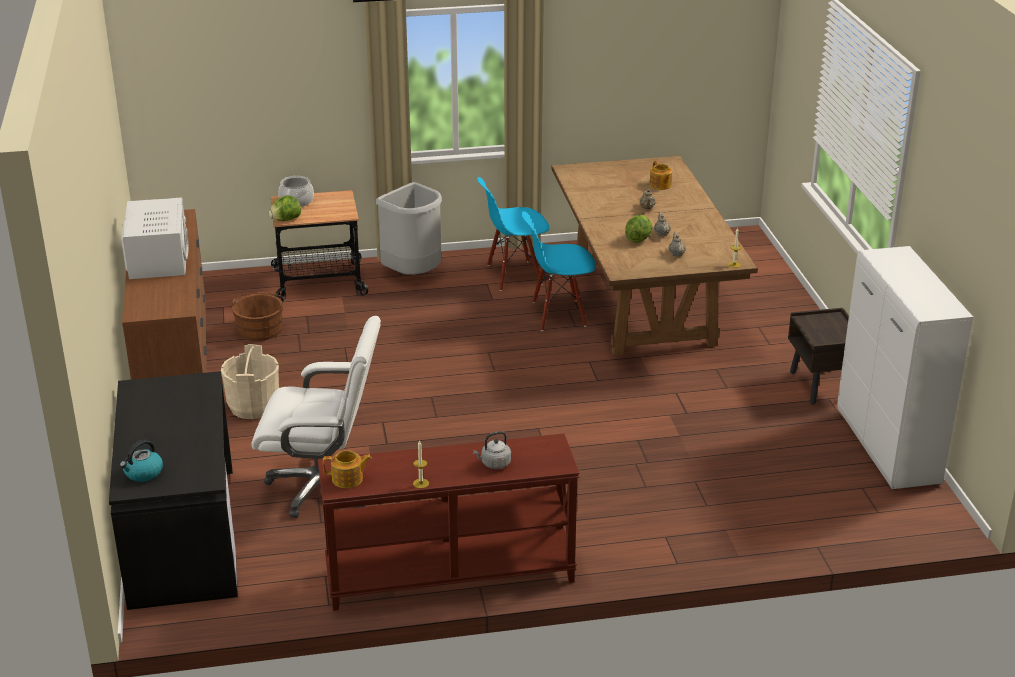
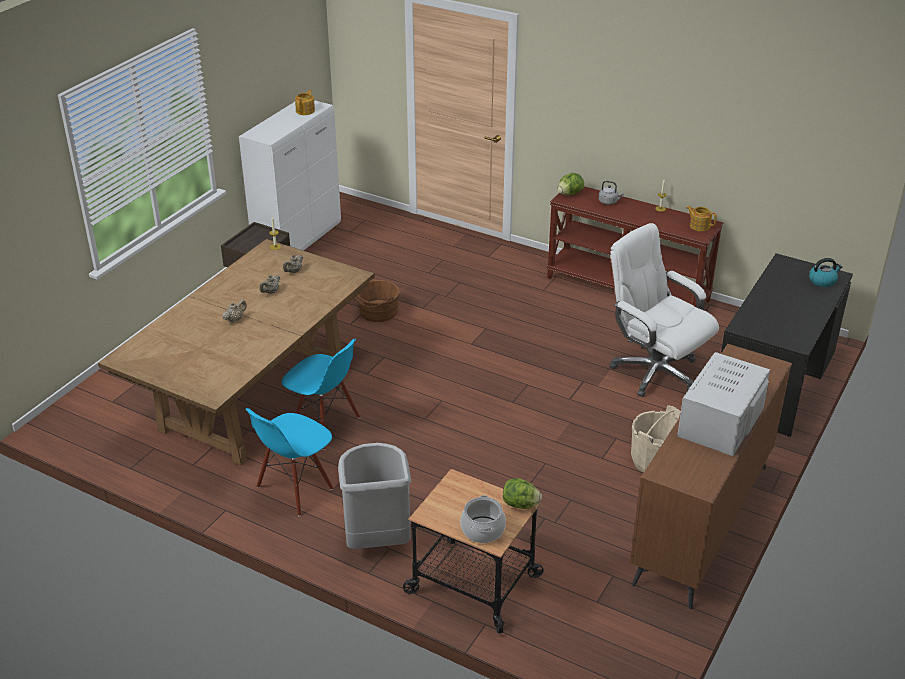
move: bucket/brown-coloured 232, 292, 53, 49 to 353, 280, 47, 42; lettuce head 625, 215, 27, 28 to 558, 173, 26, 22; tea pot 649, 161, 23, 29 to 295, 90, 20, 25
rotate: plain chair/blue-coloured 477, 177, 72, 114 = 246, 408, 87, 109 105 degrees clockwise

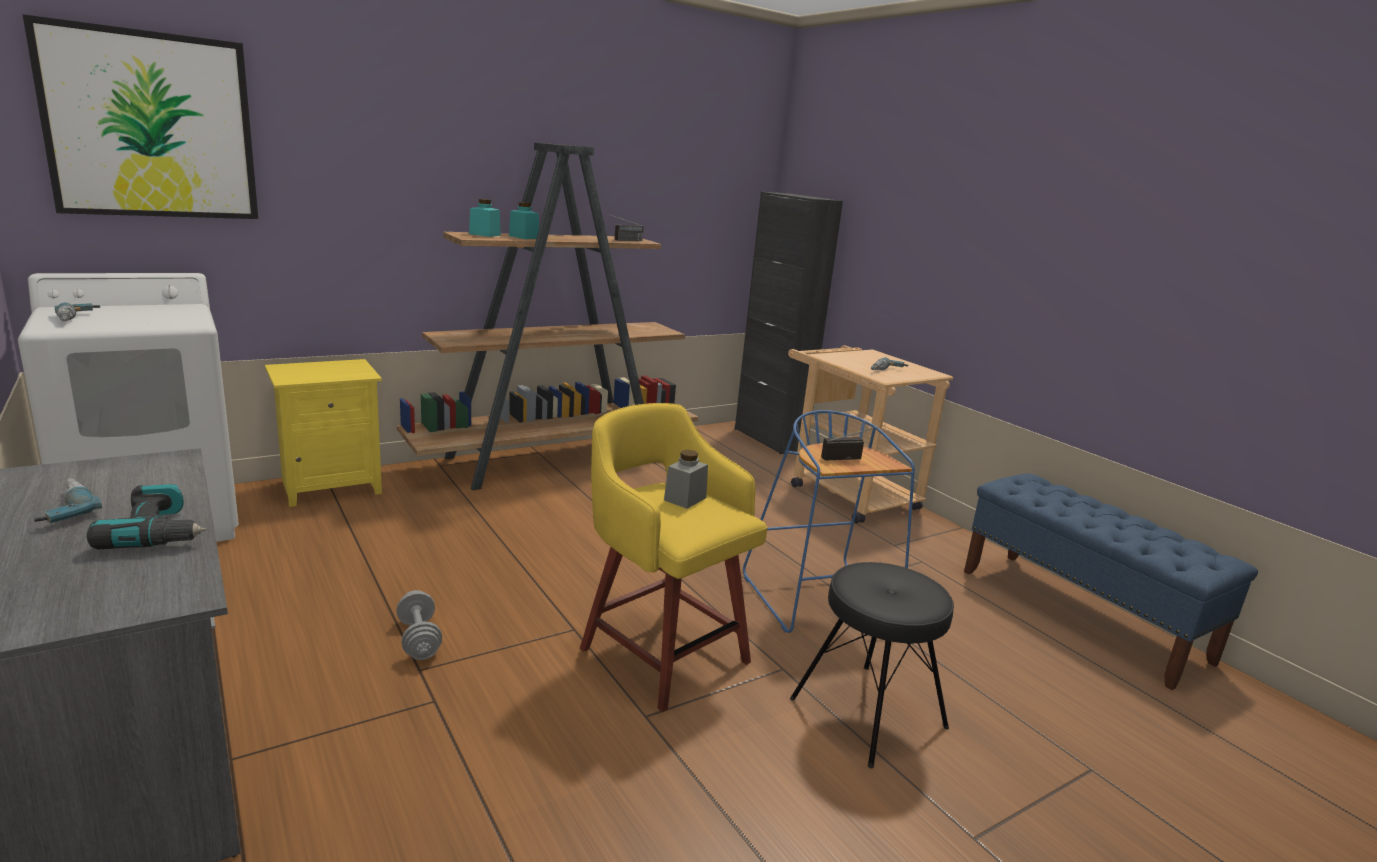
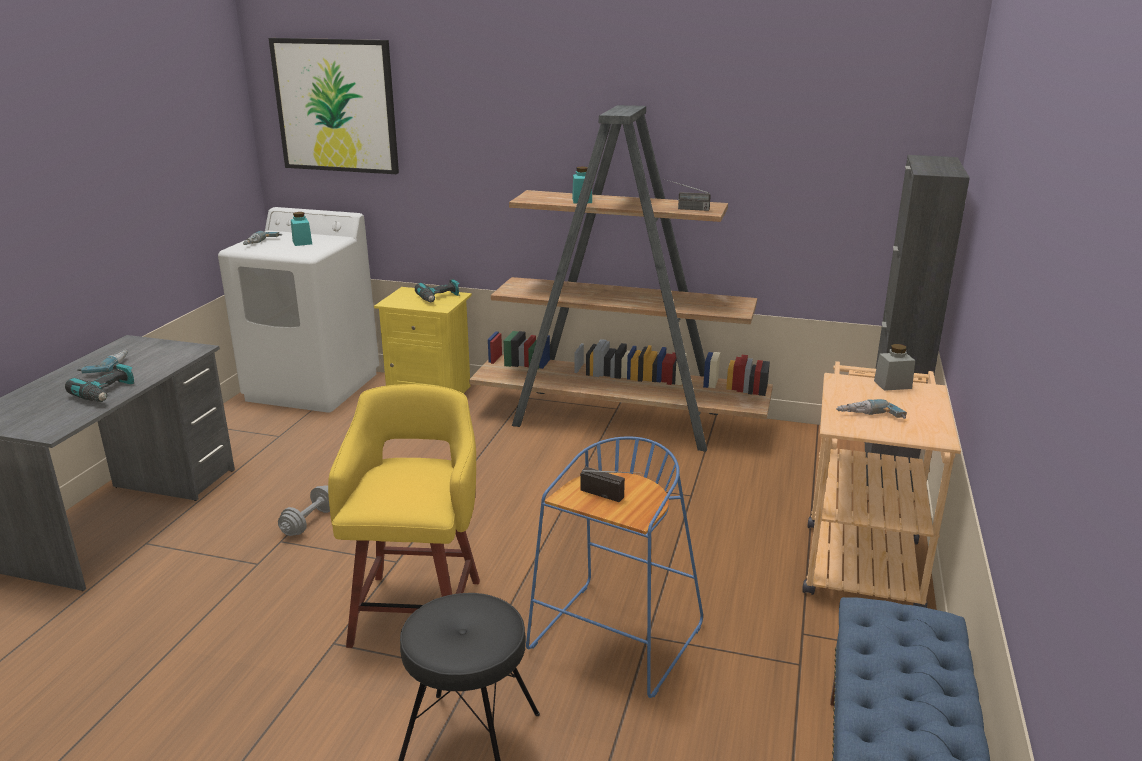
insert: power drill 415, 279, 45, 23
move: preserve jar/blue-green 469, 199, 32, 38 to 291, 212, 21, 34; preserve jar/grey 664, 450, 44, 59 to 874, 344, 41, 47

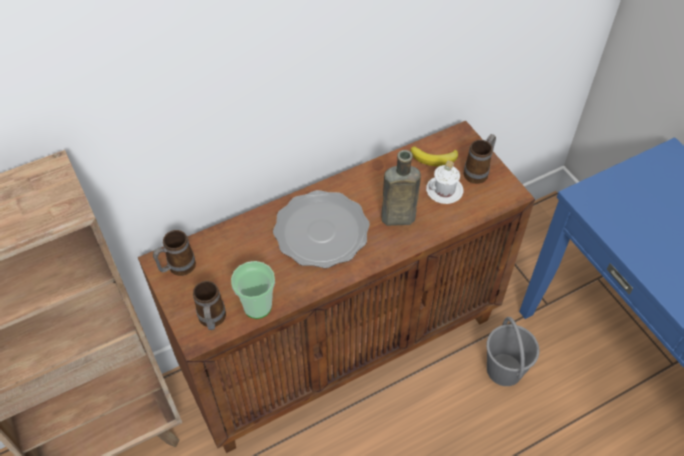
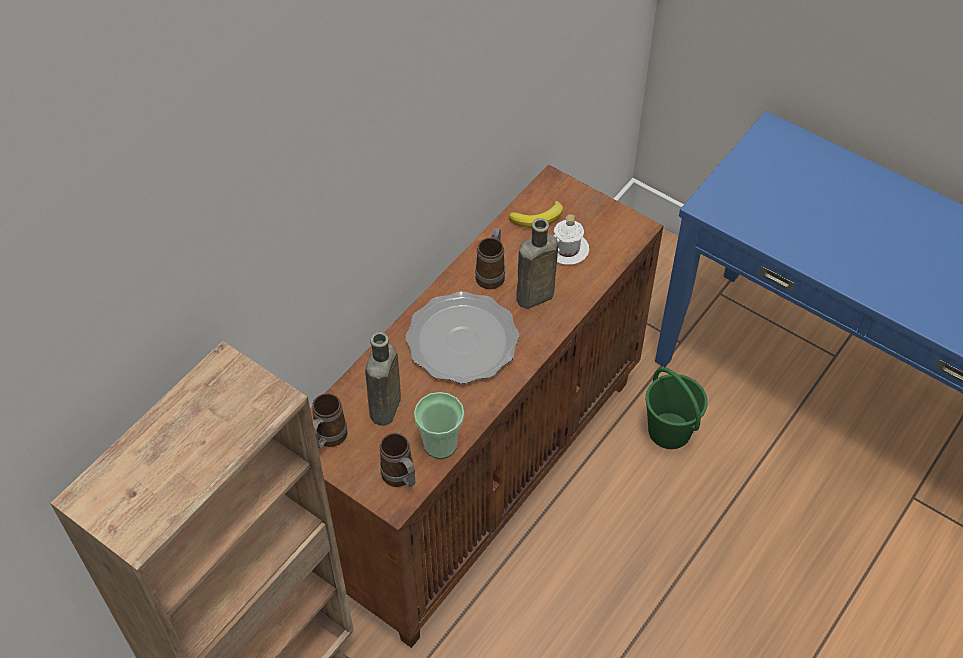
insert: drink bottle/brown-coloured 365, 332, 36, 94
move: tea mug 464, 134, 32, 50 to 475, 227, 30, 62
recolor: bucket/grey 486, 317, 53, 69 to bucket/green-coloured 646, 367, 62, 82

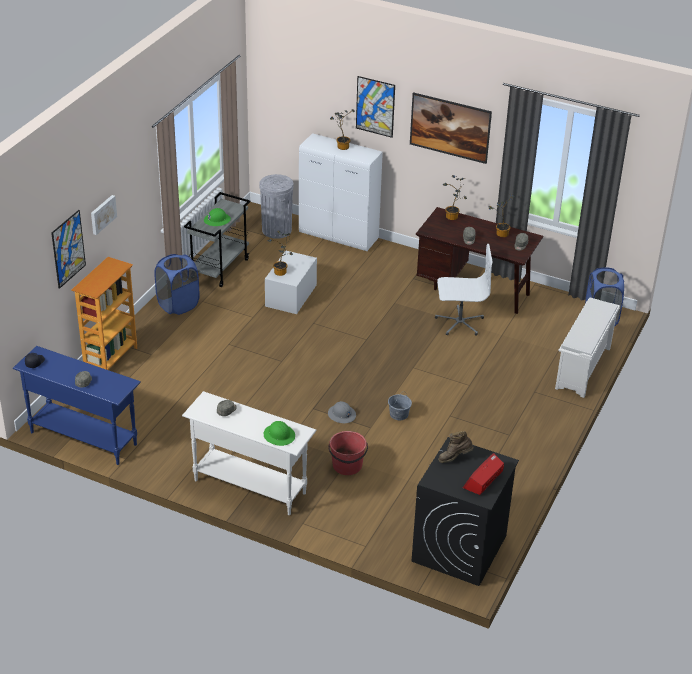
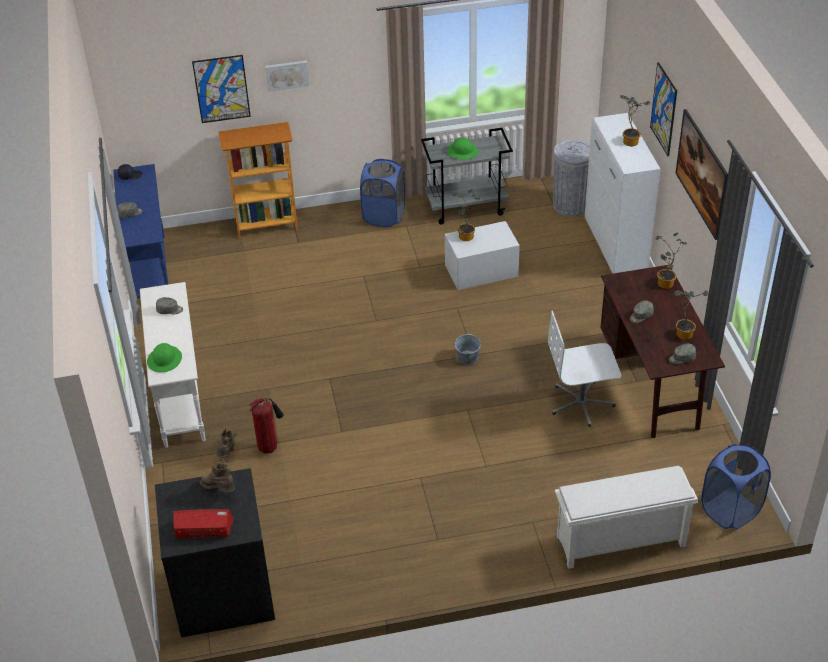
delete: hard hat/grey 328, 401, 28, 22
insert: tall boot/brown-coloured 216, 429, 21, 29
move: bucket/grey 388, 391, 24, 29 to 454, 334, 27, 31
replace: bucket/red-coloured 329, 431, 39, 44 to extinguisher 249, 398, 35, 56
rotate: computer chair/whitish 435, 244, 58, 92 = 548, 311, 73, 116 120 degrees clockwise

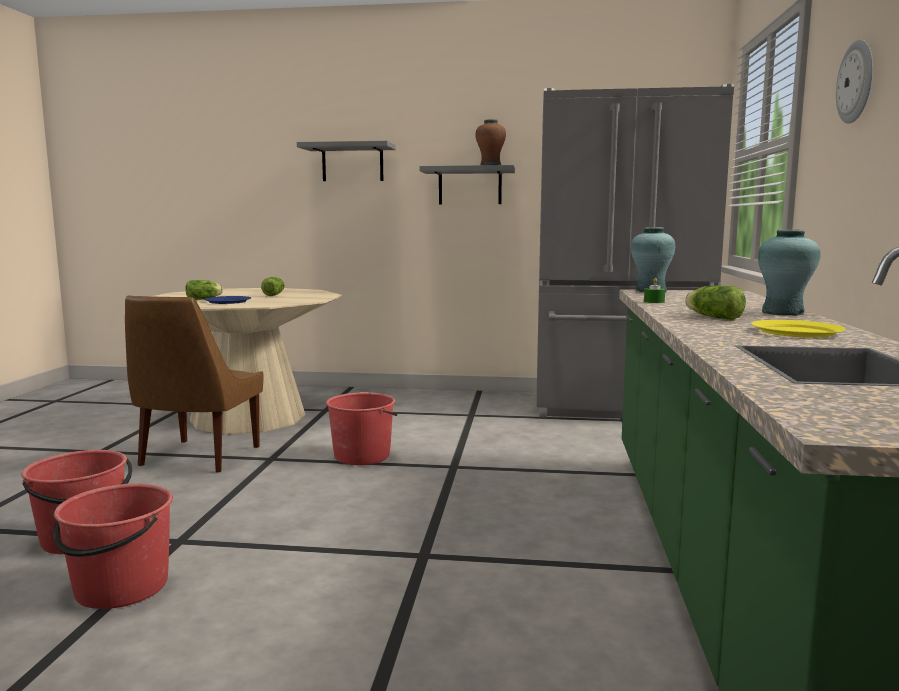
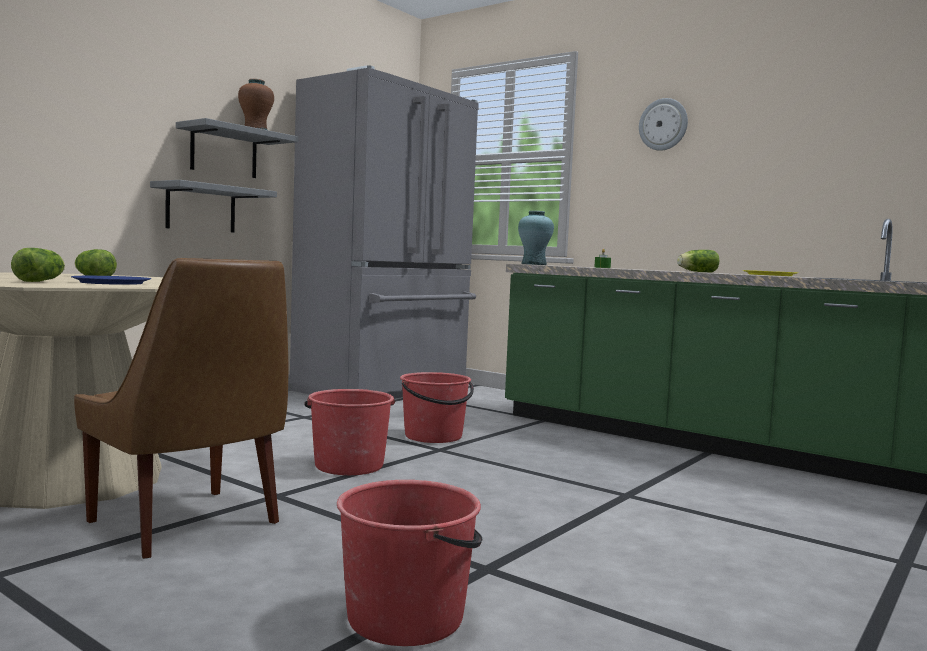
delete: decorative vase/blue-green 758, 229, 63, 87
move: bucket/red-coloured 53, 483, 120, 126 to 400, 372, 74, 71; wall shelf/grey 297, 141, 99, 40 to 150, 180, 127, 53

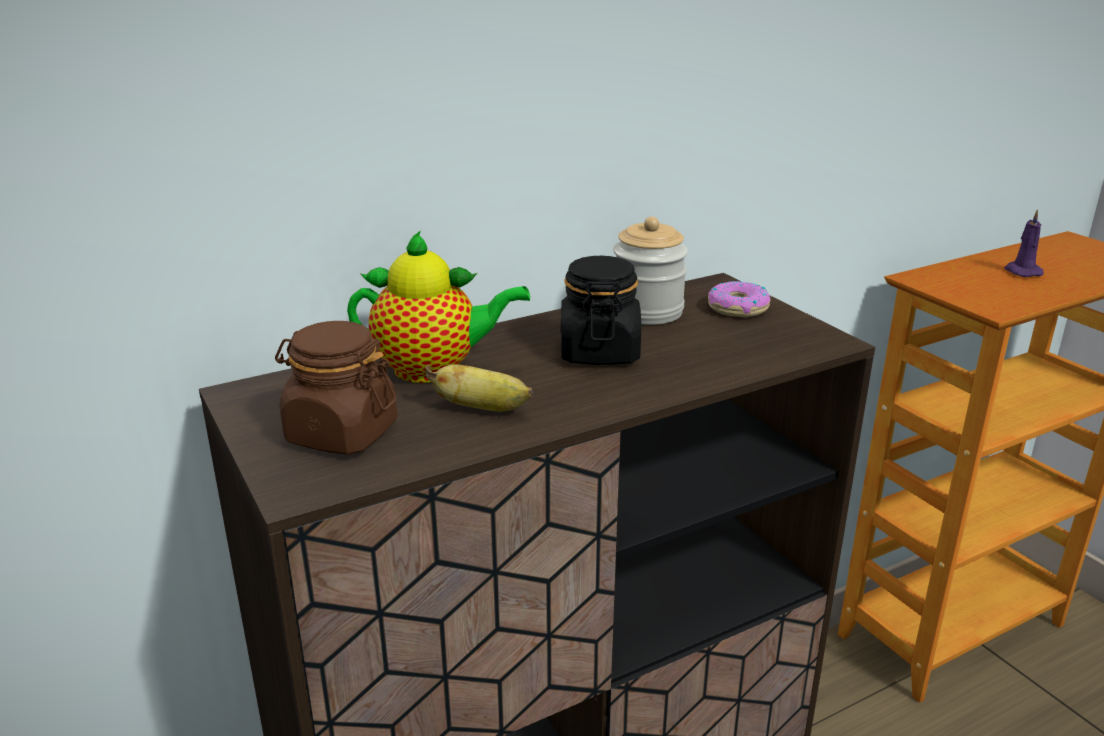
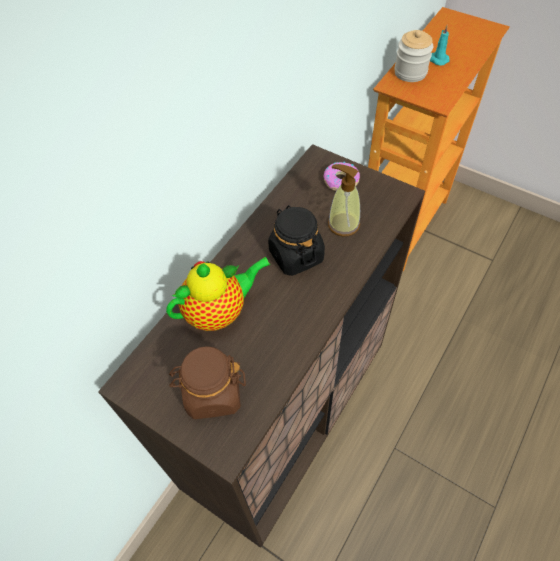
delete: whole banana 425, 365, 107, 46
insert: soap dispenser 328, 164, 32, 72
move: preserve jar 613, 217, 75, 108 to 394, 30, 39, 52
recolor: wax light/purple-coloured 1004, 209, 40, 68 to wax light/blue-green 430, 25, 20, 40

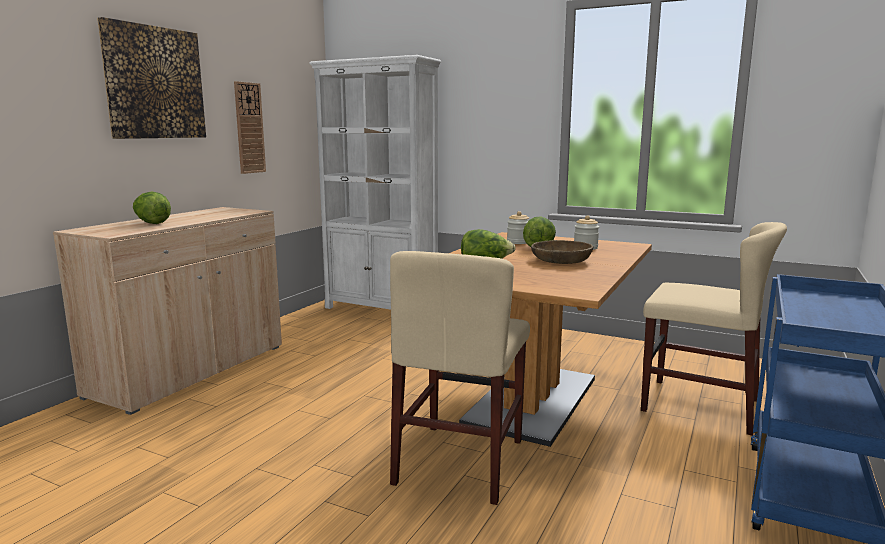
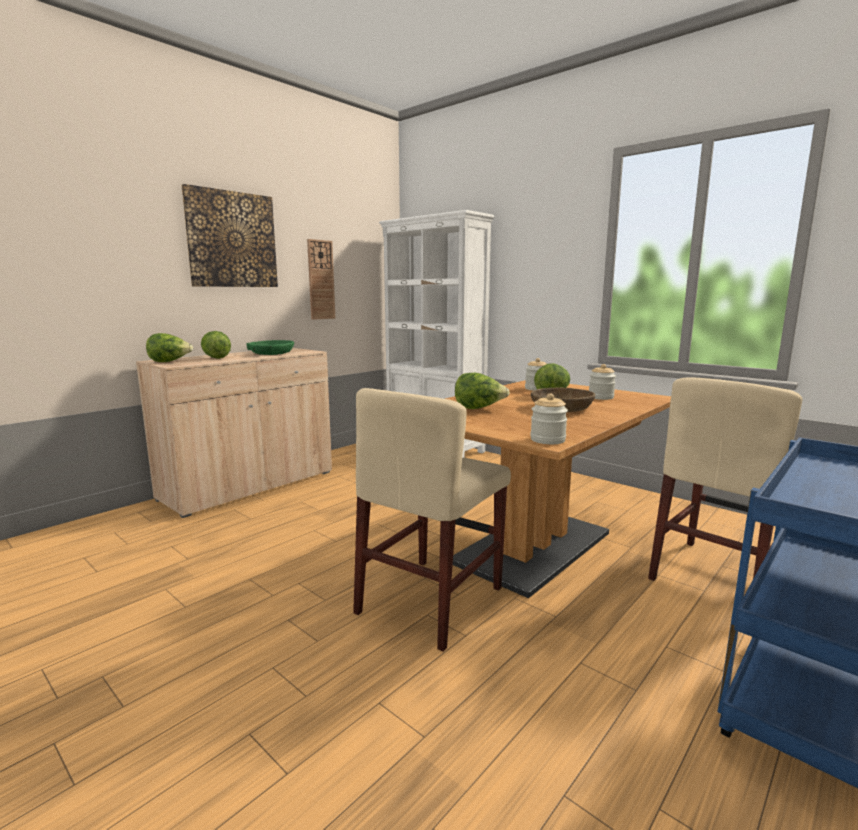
insert: lettuce head 146, 333, 47, 29; serving bowl/green-coloured 246, 340, 48, 15; preserve jar 530, 394, 38, 50
rotate: plain chair/beige 641, 222, 146, 214 = 648, 377, 155, 204 90 degrees clockwise

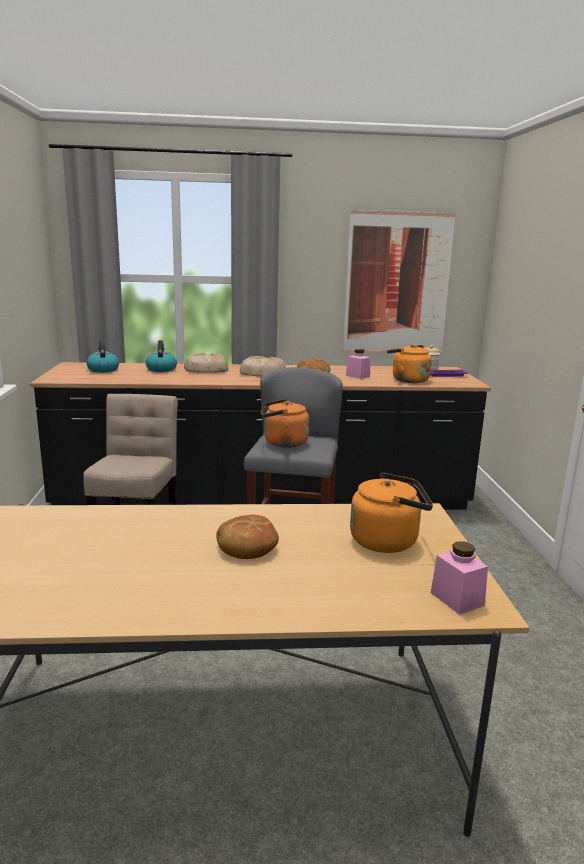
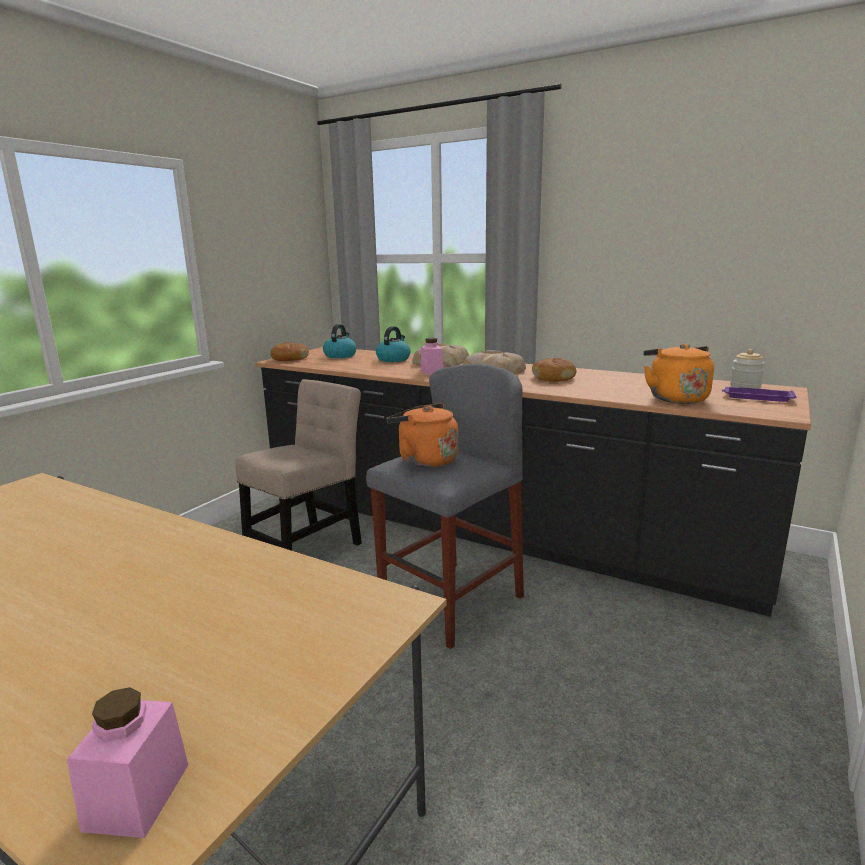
delete: wall art 343, 210, 113, 144; kettle/orangey 350, 473, 83, 80
move: bakery bread 217, 515, 62, 44 to 270, 342, 39, 19; preserve jar/pink 346, 349, 24, 30 to 421, 338, 22, 37

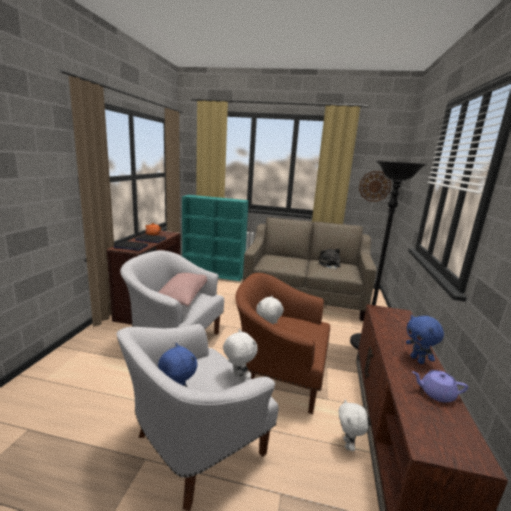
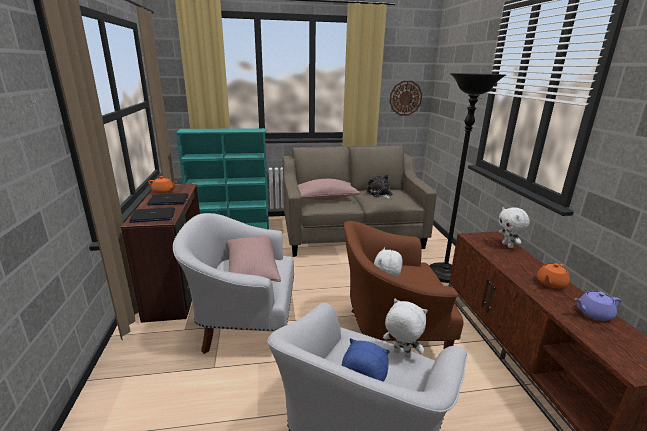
insert: pillow/pink 298, 179, 62, 21
move: cuddly toy/whitish 338, 399, 30, 52 to 499, 207, 31, 41
replace: cuddly toy/blue-coloured 406, 315, 38, 49 to tea pot/orangey 537, 263, 33, 26

